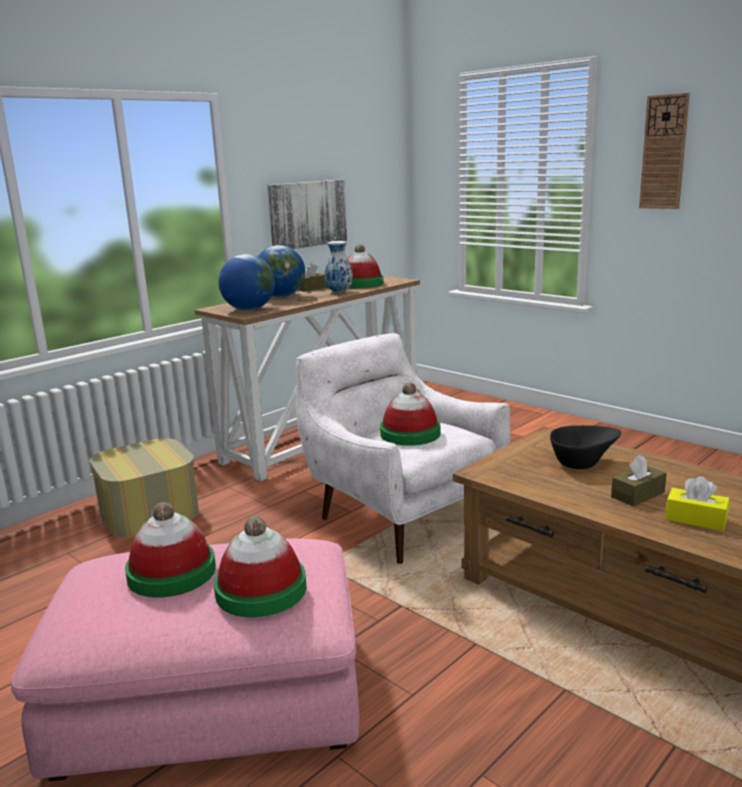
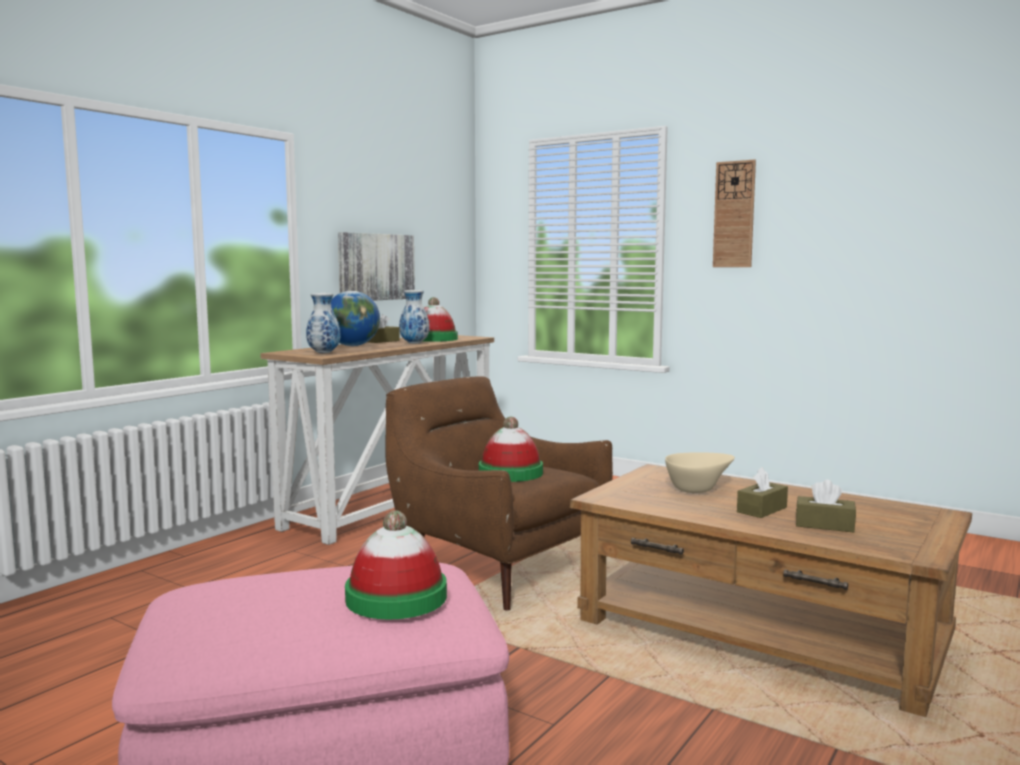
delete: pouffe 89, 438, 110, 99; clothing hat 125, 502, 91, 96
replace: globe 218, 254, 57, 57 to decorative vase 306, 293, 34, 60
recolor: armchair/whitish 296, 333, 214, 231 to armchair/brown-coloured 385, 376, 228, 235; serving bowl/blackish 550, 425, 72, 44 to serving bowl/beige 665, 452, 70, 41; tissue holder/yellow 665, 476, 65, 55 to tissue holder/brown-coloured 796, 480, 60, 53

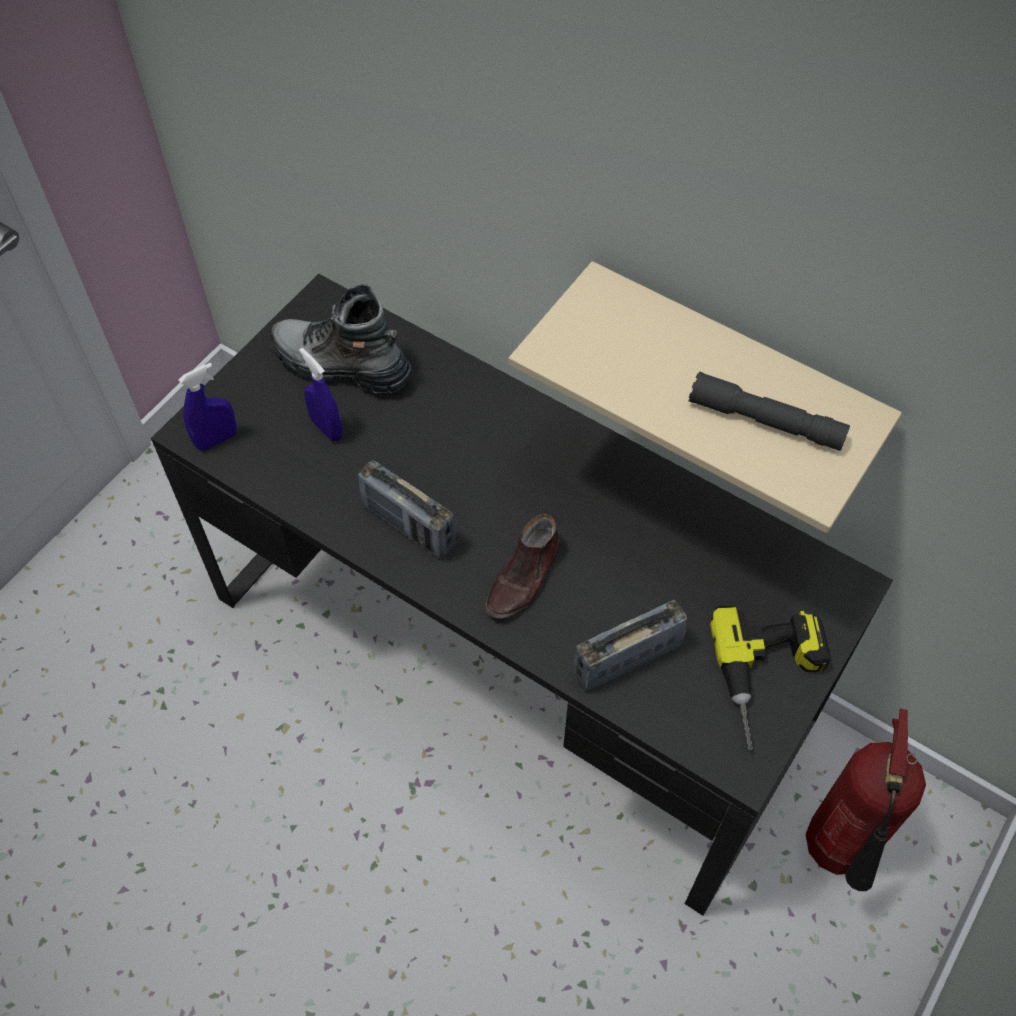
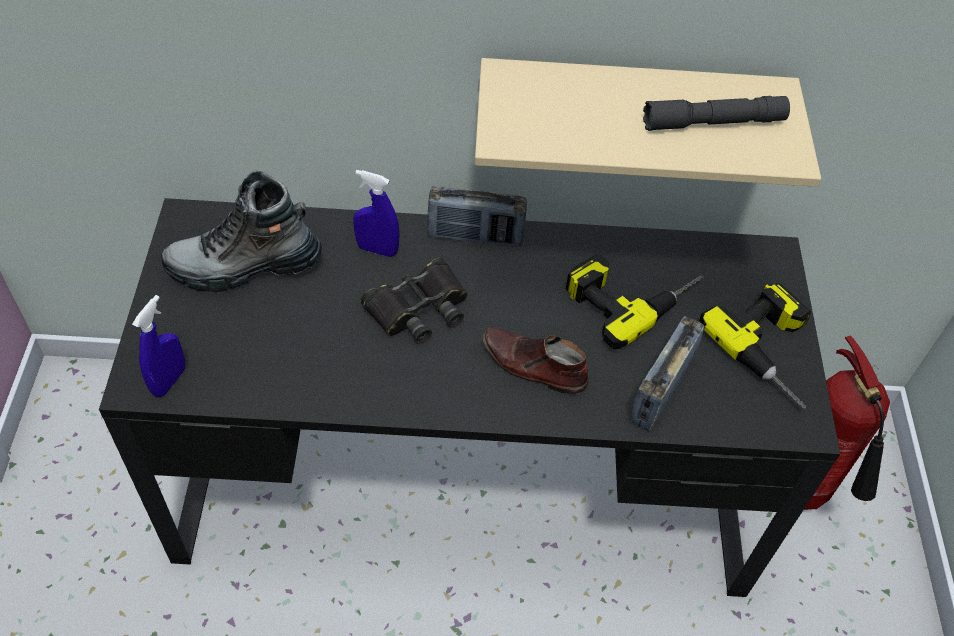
insert: field glasses/blackish 360, 258, 108, 86; power drill 566, 253, 137, 96
move: spray bottle/blue-coloured 299, 348, 44, 94 to 353, 170, 47, 87; radio 358, 460, 98, 99 to 428, 186, 99, 61
rotate: shoe/brown-coloured 484, 514, 77, 105 = 482, 327, 106, 68 120 degrees clockwise

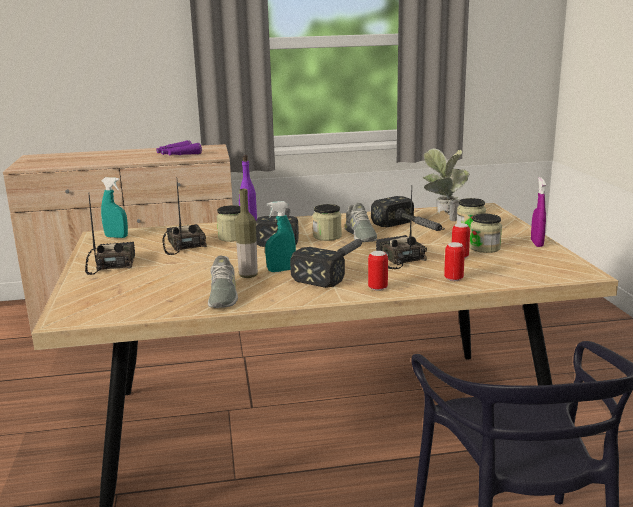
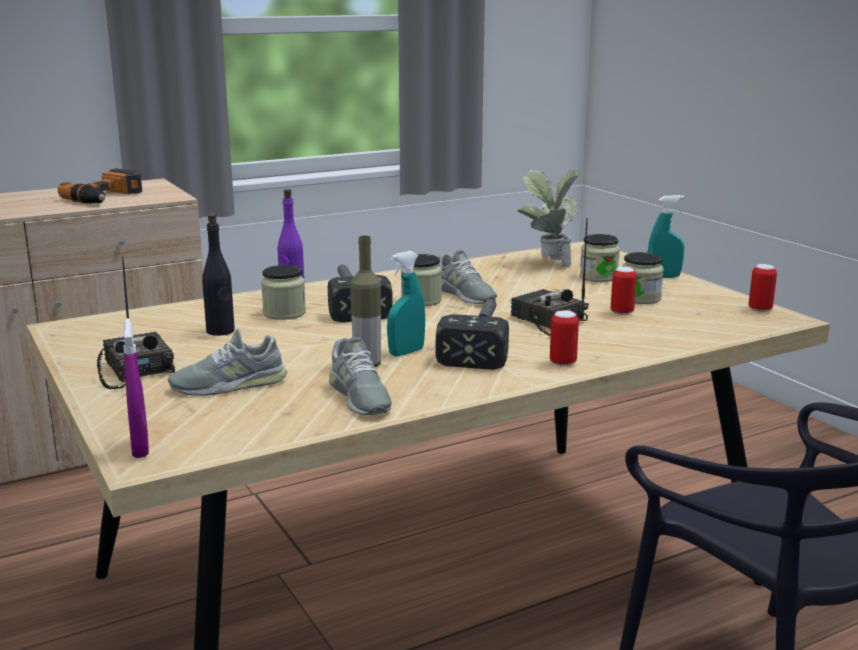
delete: tool hammer 371, 196, 74, 35
insert: shoe/grey 168, 329, 119, 67
move: spray bottle/blue-green 101, 177, 27, 61 to 647, 195, 38, 83; metal can 444, 242, 21, 39 to 749, 264, 28, 48; spray bottle/purple-coloured 531, 177, 15, 70 to 123, 318, 26, 140
replace: field glasses/purple-coloured 156, 140, 46, 15 to power drill 58, 169, 85, 35; radio 162, 177, 45, 78 to drink bottle/blackish 202, 213, 33, 123

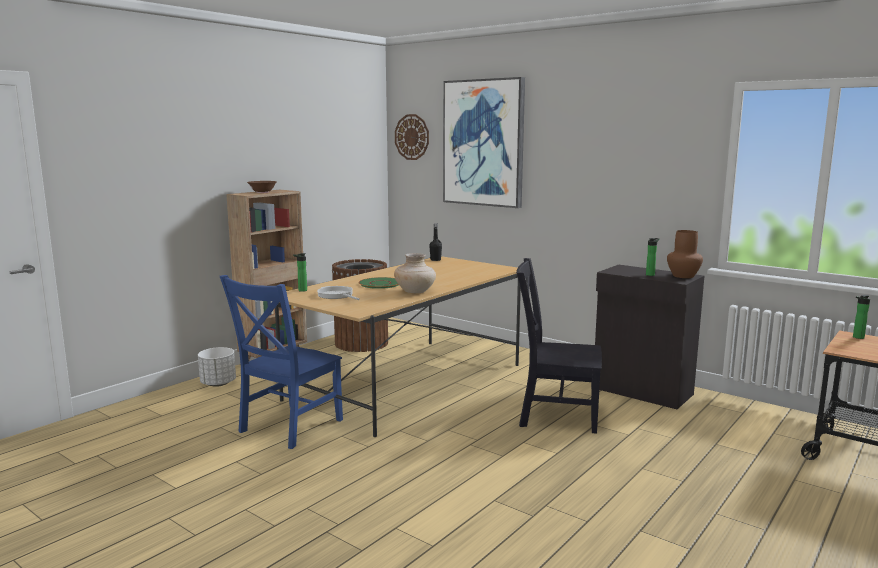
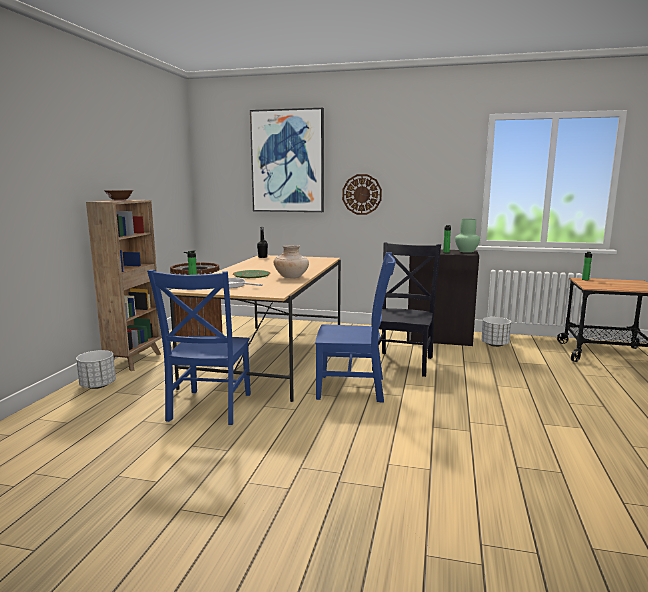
insert: plain chair/blue-coloured 315, 252, 81, 151; plant pot/whitish 481, 317, 30, 30
move: clock on the wall 395, 114, 34, 46 to 342, 174, 40, 41
recolor: decorative vase/brown-coloured 667, 230, 36, 48 to decorative vase/green-coloured 455, 219, 25, 34
rotate: plain chair/blackish 516, 258, 86, 176 = 372, 242, 69, 135 120 degrees clockwise

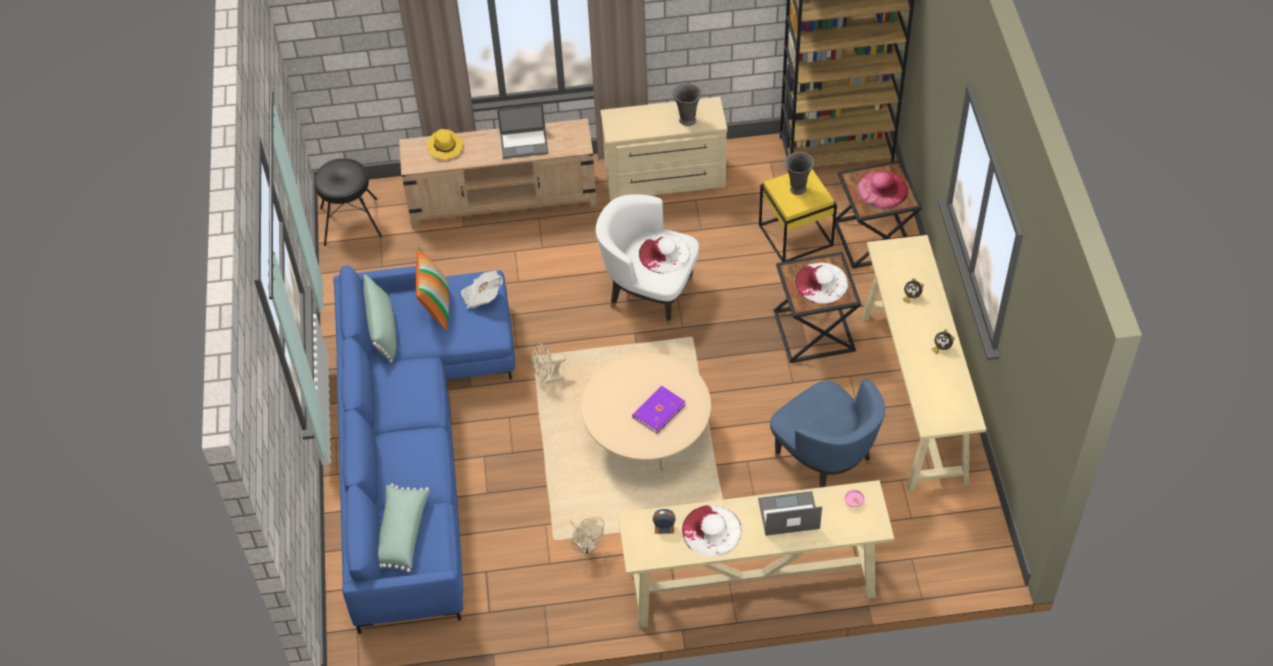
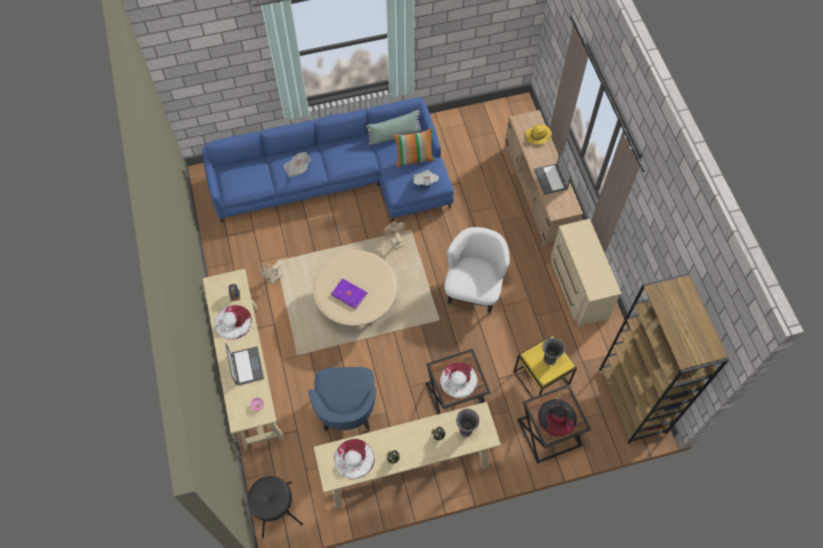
delete: pillow/green-coloured 378, 484, 51, 88
insert: printed paper 284, 152, 27, 25
move: stool seat/blackish 314, 158, 68, 88 to 247, 476, 56, 62; clothing hat/whitish 639, 234, 51, 40 to 334, 439, 41, 40; decorative vase/grey 672, 83, 29, 43 to 456, 409, 24, 28
recolor: clothing hat/pink 857, 171, 51, 38 to clothing hat/blackish 538, 399, 39, 38
rotate: armchair/blue-coloured 770, 379, 115, 109 = 308, 367, 68, 66 45 degrees counterclockwise

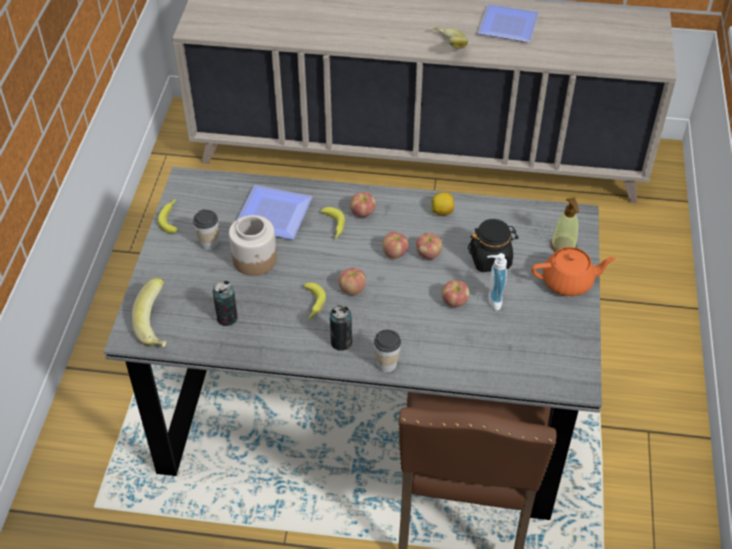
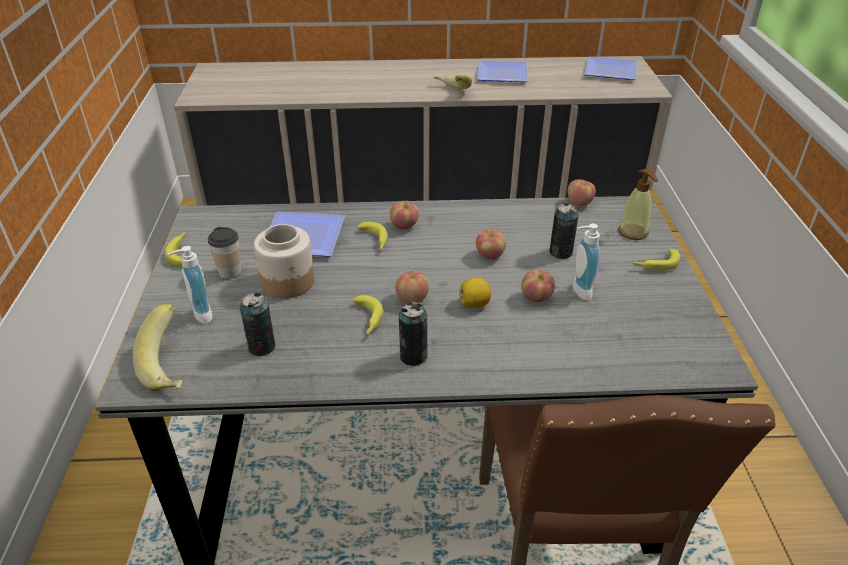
delete: small cup 374, 329, 27, 43
insert: soap dispenser 168, 246, 45, 78; flat dish 584, 57, 53, 23
move: apple 382, 232, 27, 27 to 567, 179, 29, 27; citrus fruit 431, 192, 23, 23 to 459, 277, 32, 31
replace: preserve jar/blackish 468, 219, 51, 53 to metal can 549, 203, 30, 56; tea pot/orangey 532, 247, 84, 49 to whole banana 632, 249, 48, 22

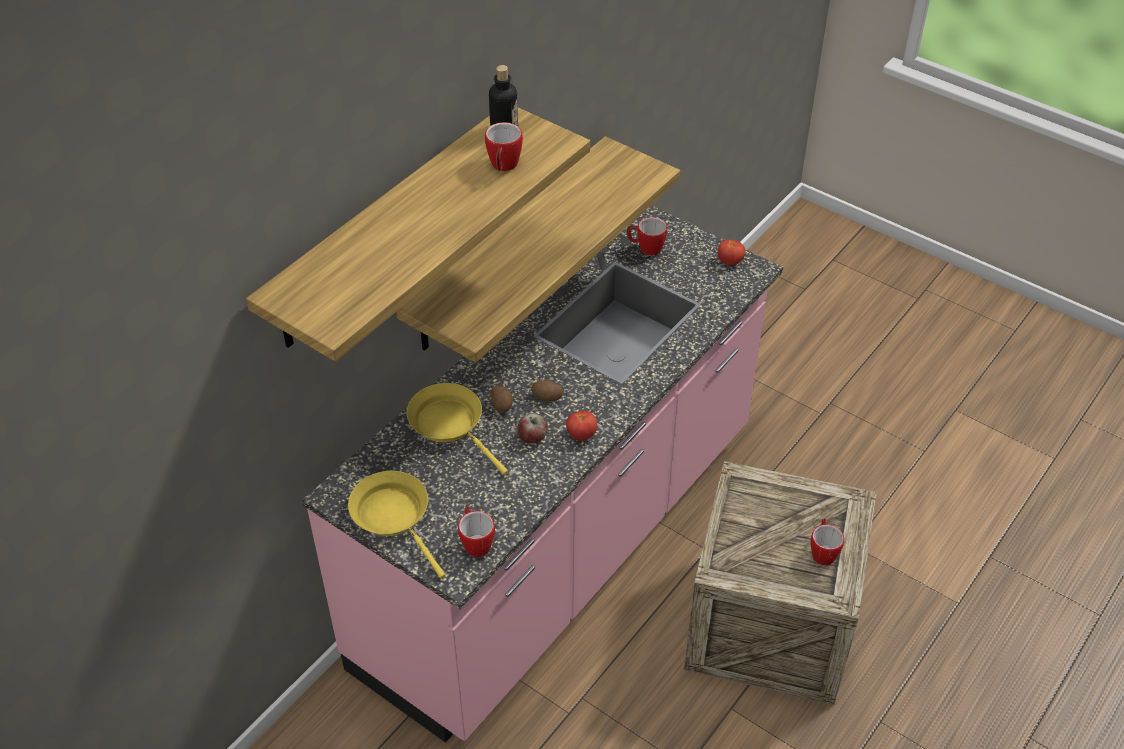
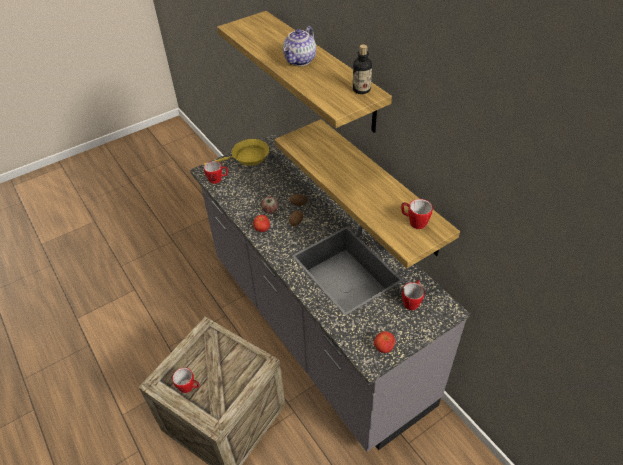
delete: pan/yellow 407, 383, 101, 92
insert: tea pot 283, 26, 33, 40
move: tea mug 485, 122, 38, 49 to 401, 199, 32, 30
recolor: counter/pink 302, 205, 481, 538 to counter/grey 190, 134, 280, 318

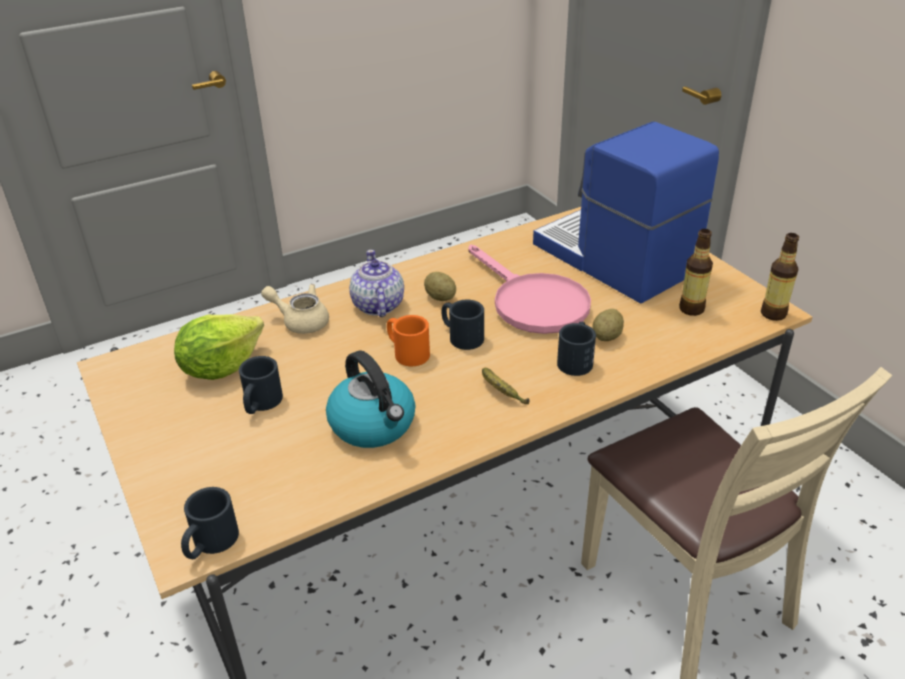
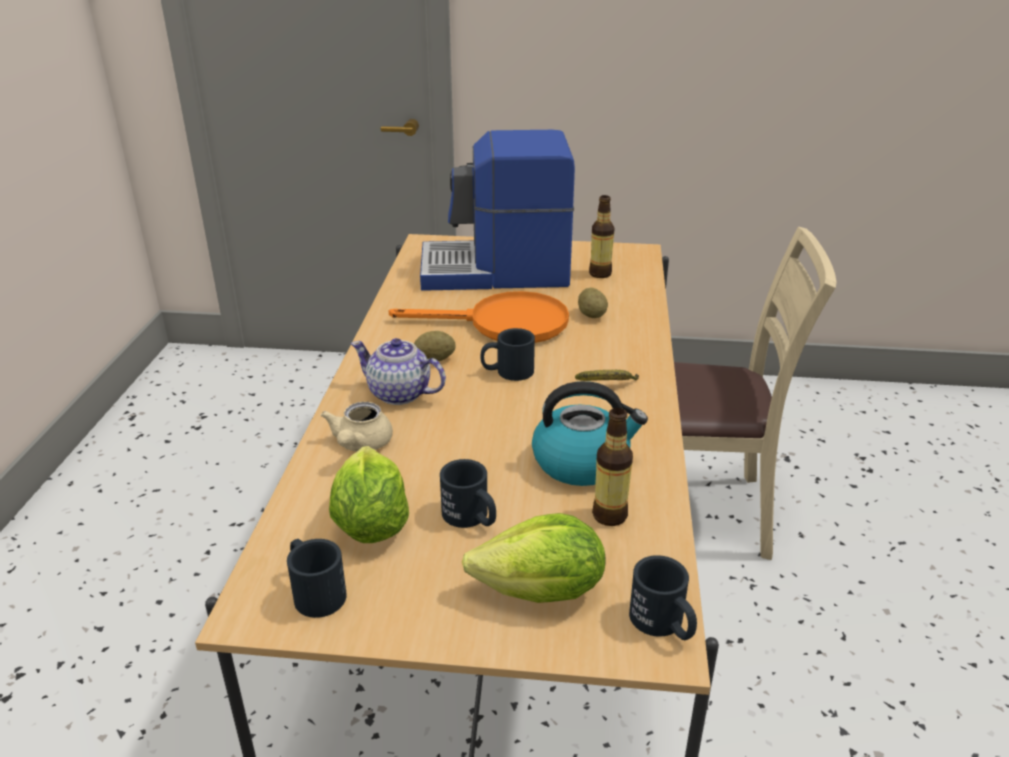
delete: tea mug/orangey 387, 315, 43, 51
insert: lettuce head 462, 513, 144, 90
move: tea mug/blackish 557, 322, 39, 54 to 287, 539, 60, 79; drink bottle 761, 233, 38, 88 to 592, 408, 41, 118
recolor: pan/pink 468, 245, 123, 89 to pan/orangey 389, 291, 180, 52
rotate: tea pot/beige 261, 284, 68, 50 = 321, 402, 72, 49 45 degrees counterclockwise

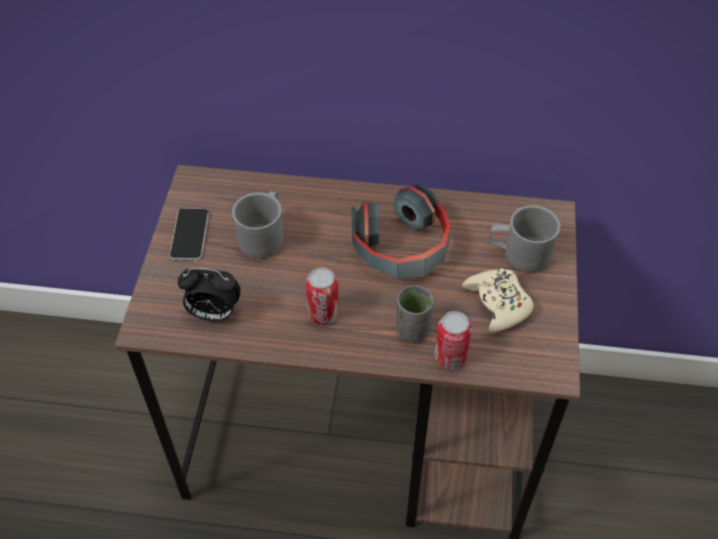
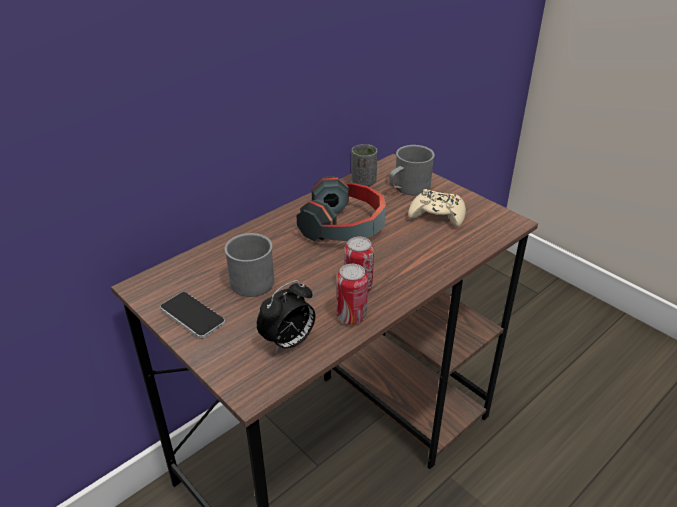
move: small cup/grey 396, 285, 37, 56 to 351, 144, 26, 42; metal can 435, 311, 37, 58 to 336, 264, 32, 60

